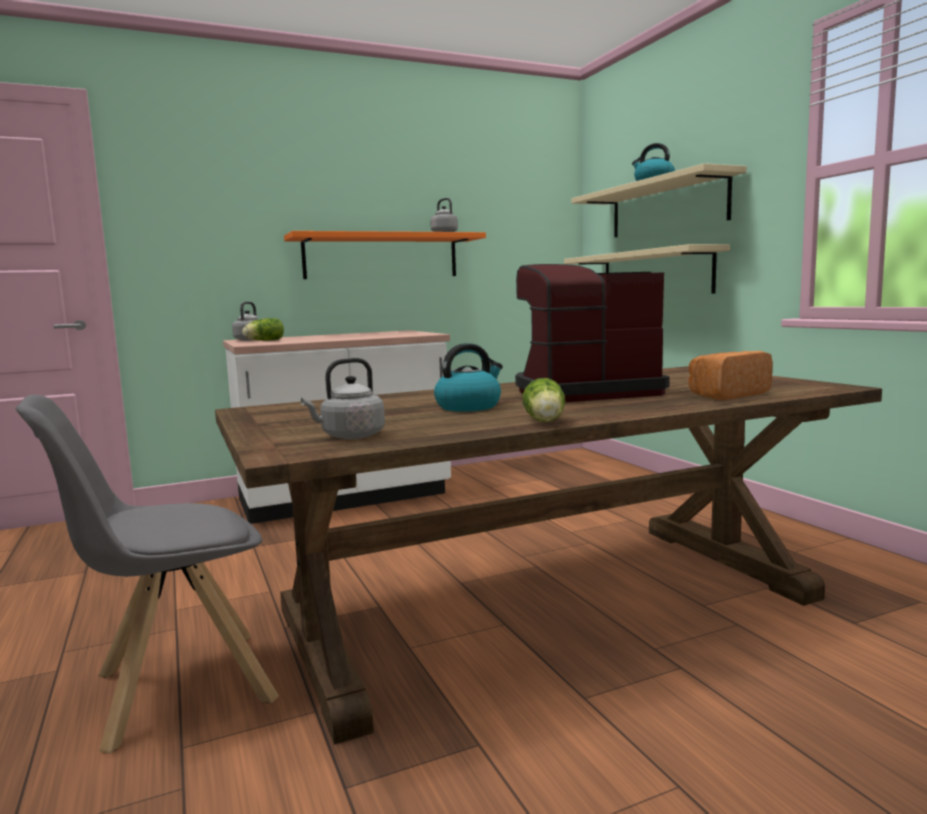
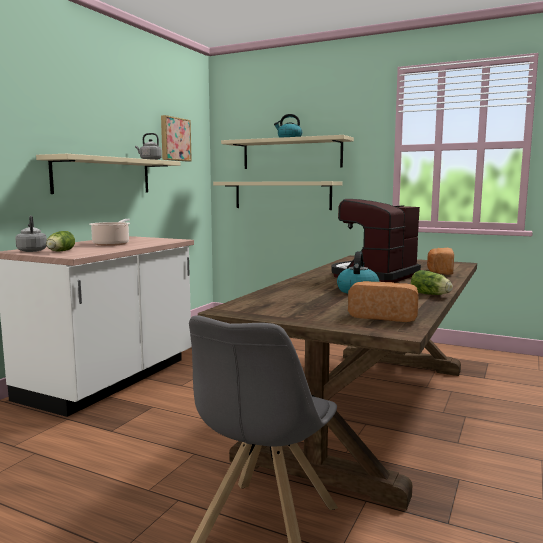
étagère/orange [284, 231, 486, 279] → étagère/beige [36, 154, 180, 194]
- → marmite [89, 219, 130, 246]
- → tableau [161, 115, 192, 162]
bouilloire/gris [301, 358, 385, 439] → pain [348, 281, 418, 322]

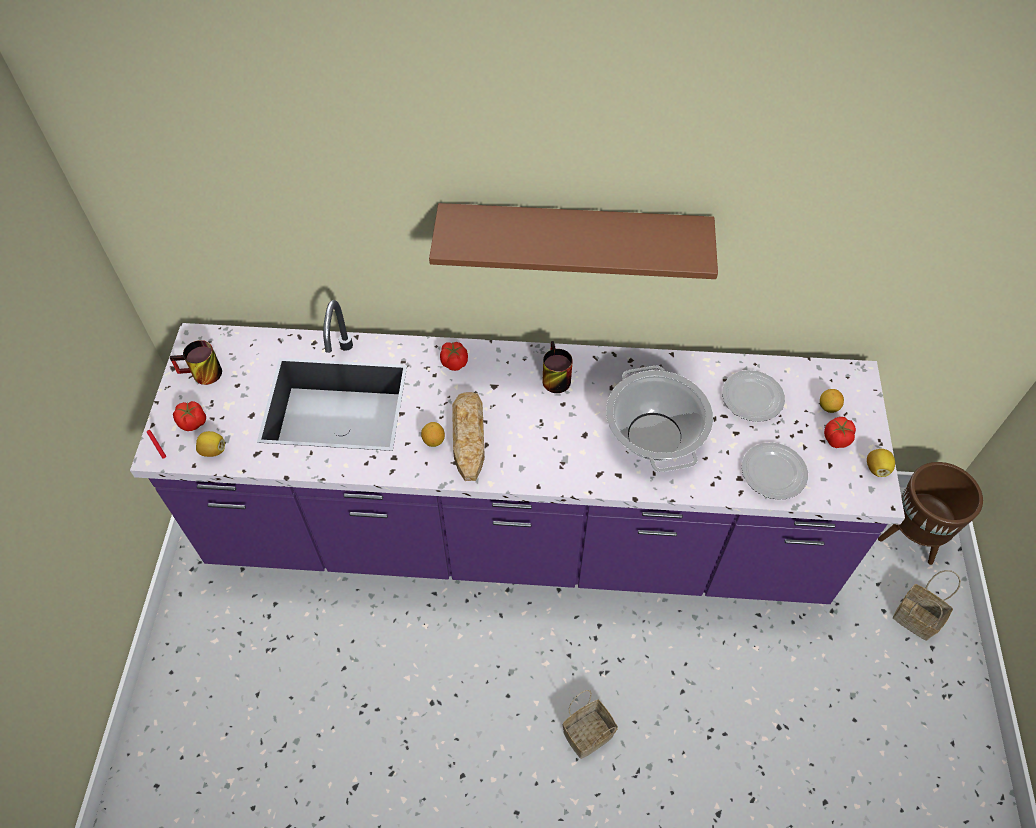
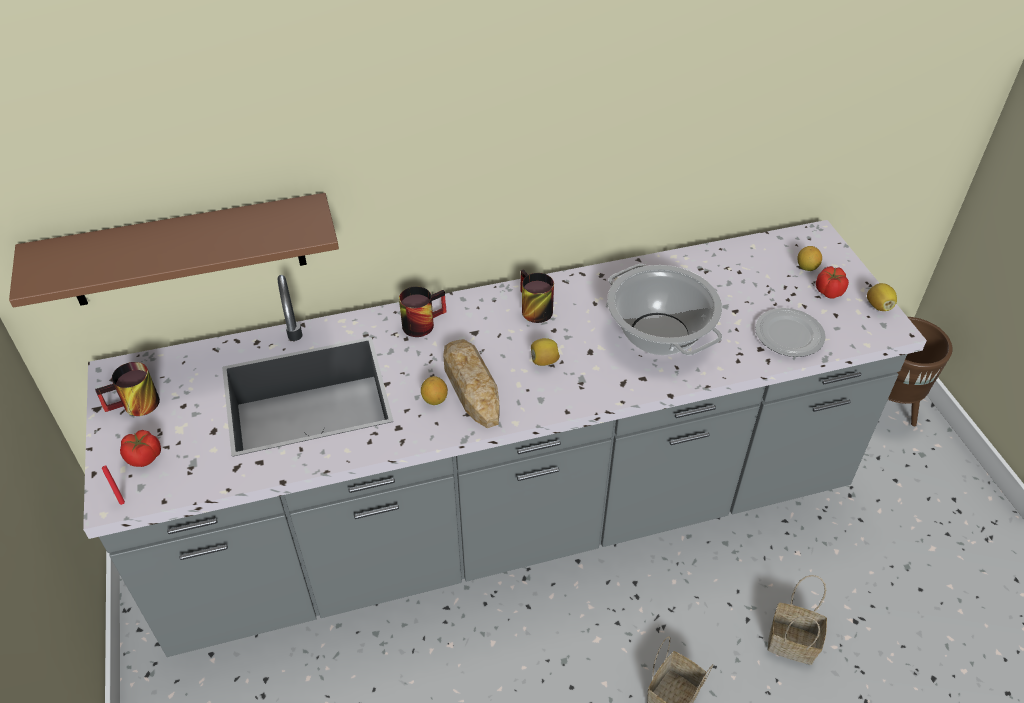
étagère/marron [429, 203, 718, 279] → étagère/marron [9, 193, 339, 308], moved
comptoir de cuisine/violet [130, 300, 905, 604] → comptoir de cuisine/gris [83, 220, 927, 657]
tomate [440, 342, 468, 371] → mug [399, 286, 446, 337]
citron [196, 431, 225, 457] → citron [531, 338, 560, 366], moved
panier [893, 570, 961, 641] → panier [768, 575, 827, 665], moved
assiette [722, 370, 785, 422] → -

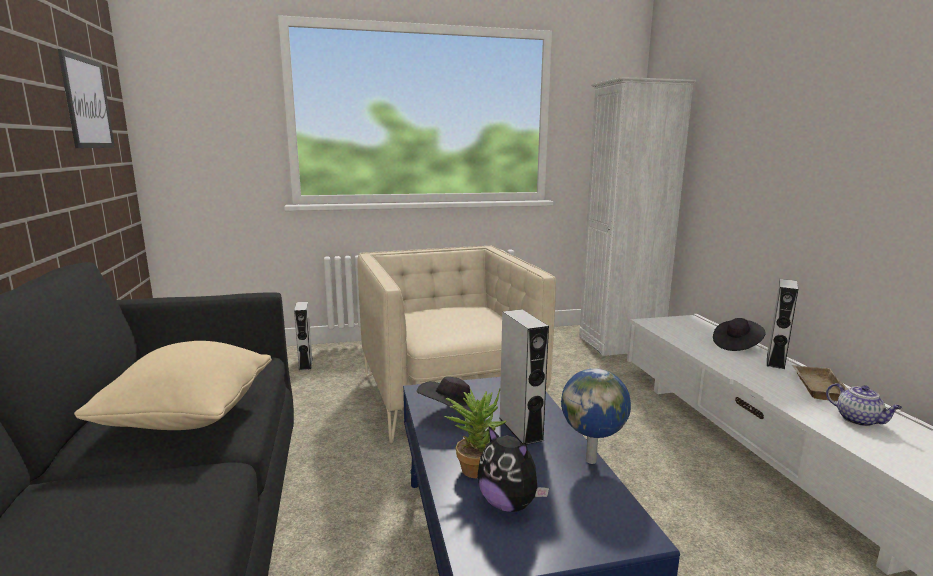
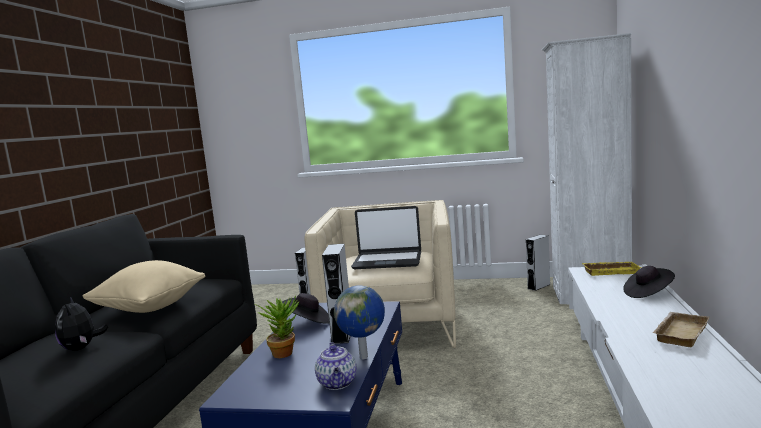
peluche [477, 426, 549, 512] → peluche [55, 297, 108, 351], moved
théière [826, 383, 903, 426] → théière [315, 342, 357, 390], moved
- → ordinateur portable [351, 206, 421, 269]
enceinte/gris [767, 279, 798, 369] → enceinte/gris [526, 235, 550, 291], moved
- → plateau/jaune [582, 262, 641, 276]
tableau [58, 49, 115, 148] → -

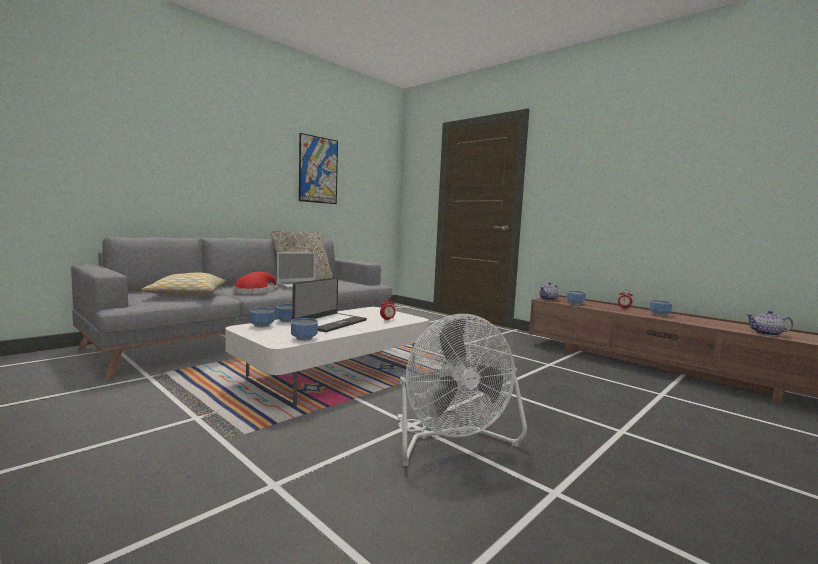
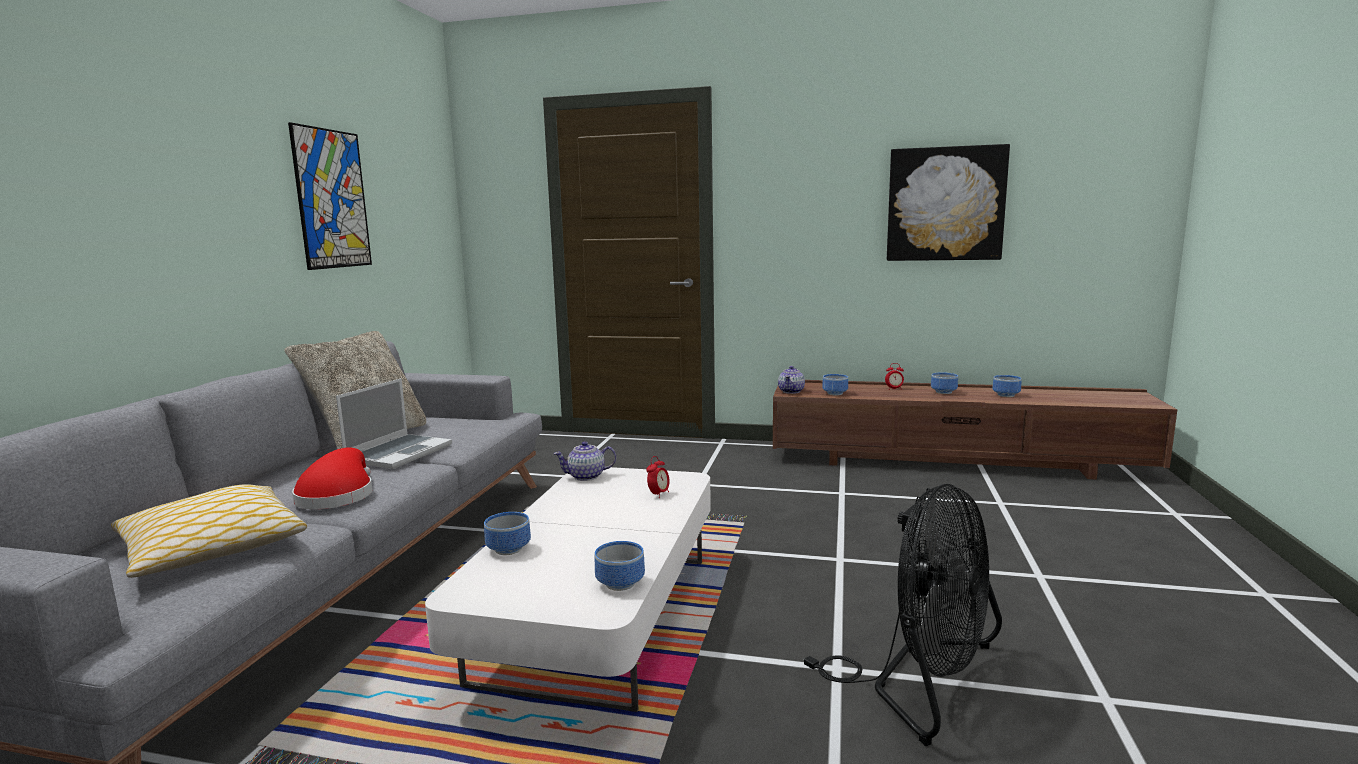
théière [746, 311, 793, 336] → théière [554, 441, 616, 481], moved
ventilateur/blanc [397, 314, 527, 466] → ventilateur/noir [803, 484, 1002, 746]
- → tableau [887, 144, 1010, 261]
bol [249, 307, 274, 328] → bol [992, 375, 1022, 397], moved
ordinateur portable [292, 277, 367, 332] → -

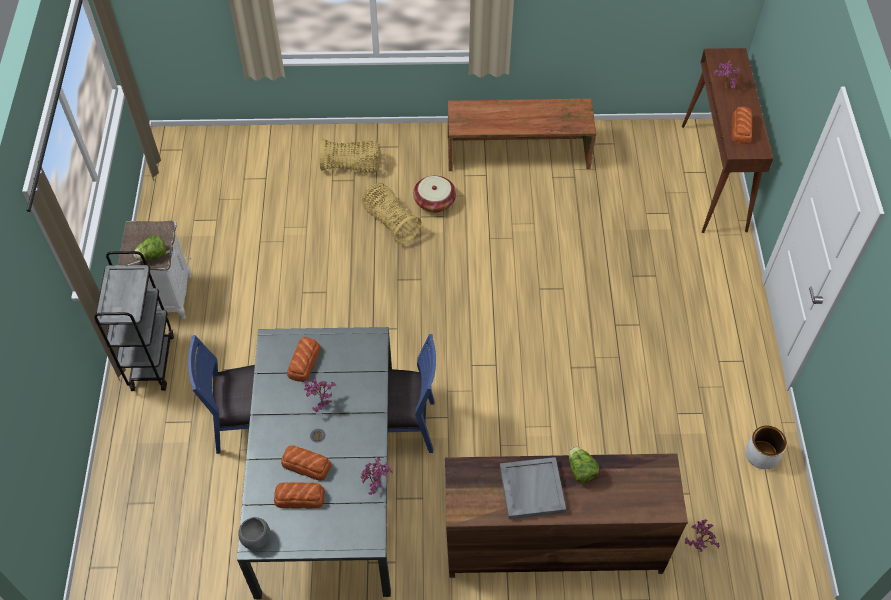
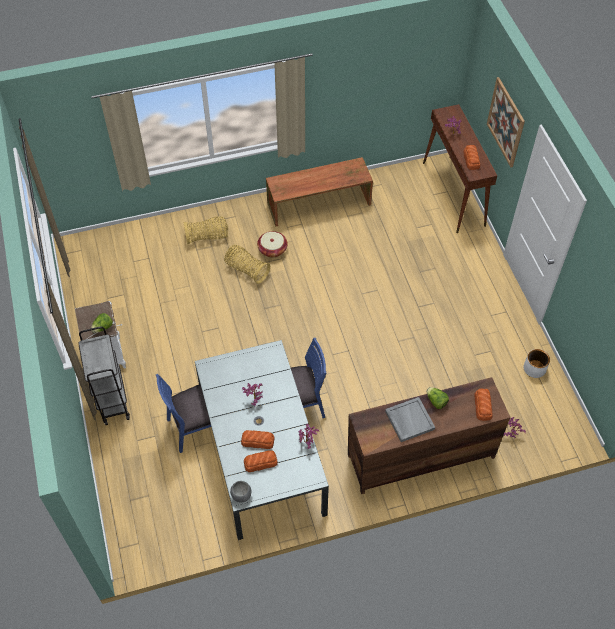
pain [287, 337, 321, 382] → pain [474, 388, 493, 421], moved
- → tableau [487, 77, 525, 167]

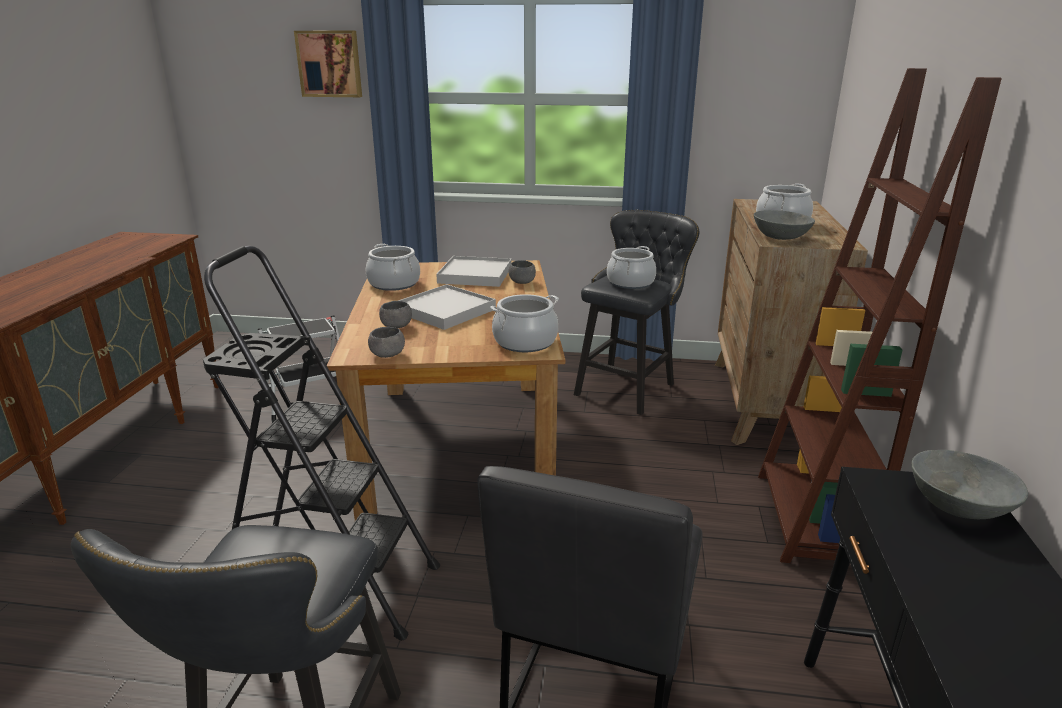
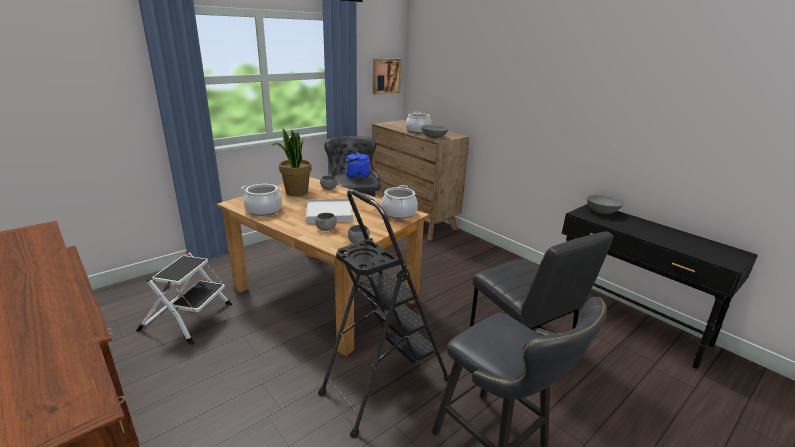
plateau/blanc [436, 256, 511, 287] → plante en pot [273, 129, 312, 196]
marmite [607, 246, 656, 289] → bouilloire/bleu [342, 151, 371, 179]
tableau [294, 31, 362, 97] → tableau [373, 59, 401, 95], moved
bibliothèque/marron [758, 68, 1002, 563] → -

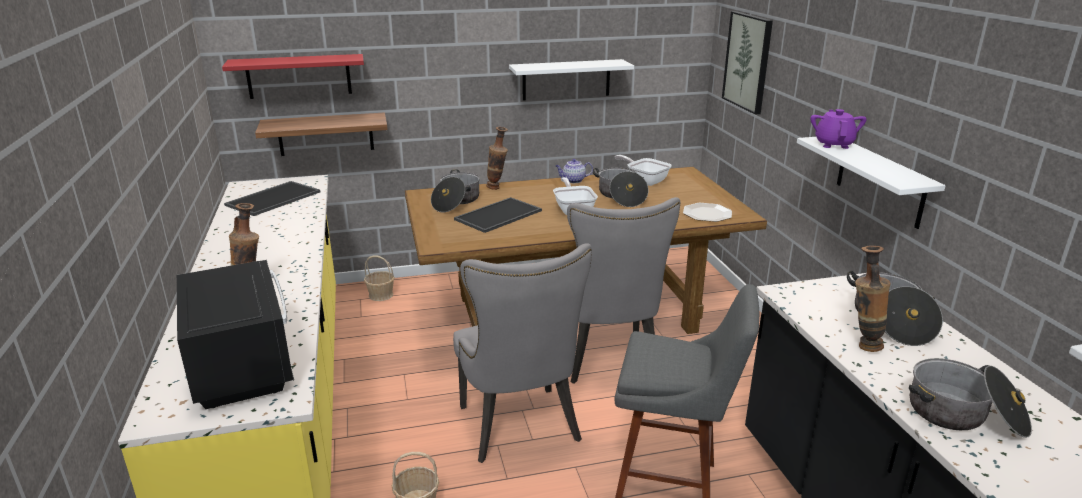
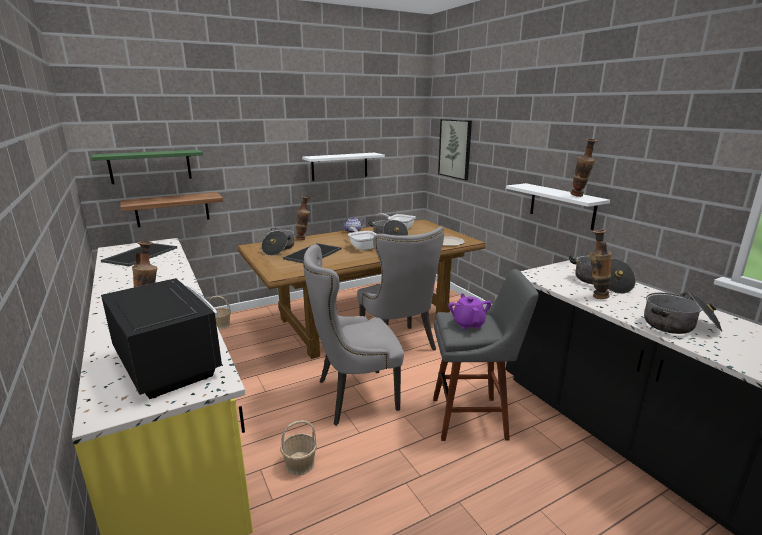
étagère/rouge [222, 54, 364, 99] → étagère/vert [91, 150, 203, 184]
chaise/gris [453, 243, 592, 463] → chaise/gris [303, 244, 404, 426], 105 degrees clockwise
théière/violet [810, 109, 867, 149] → théière/violet [448, 293, 491, 329], moved
- → vase [570, 139, 598, 197]

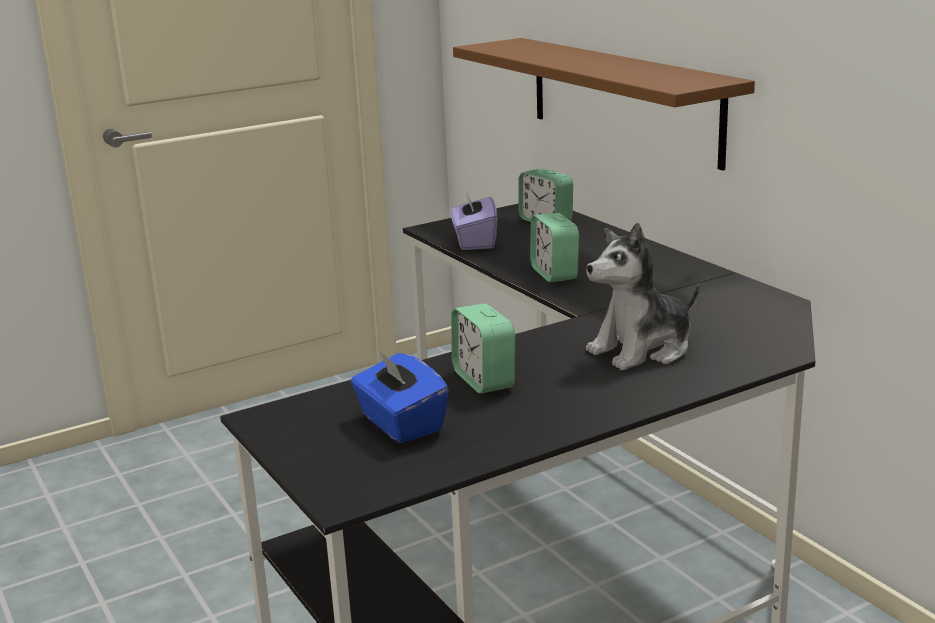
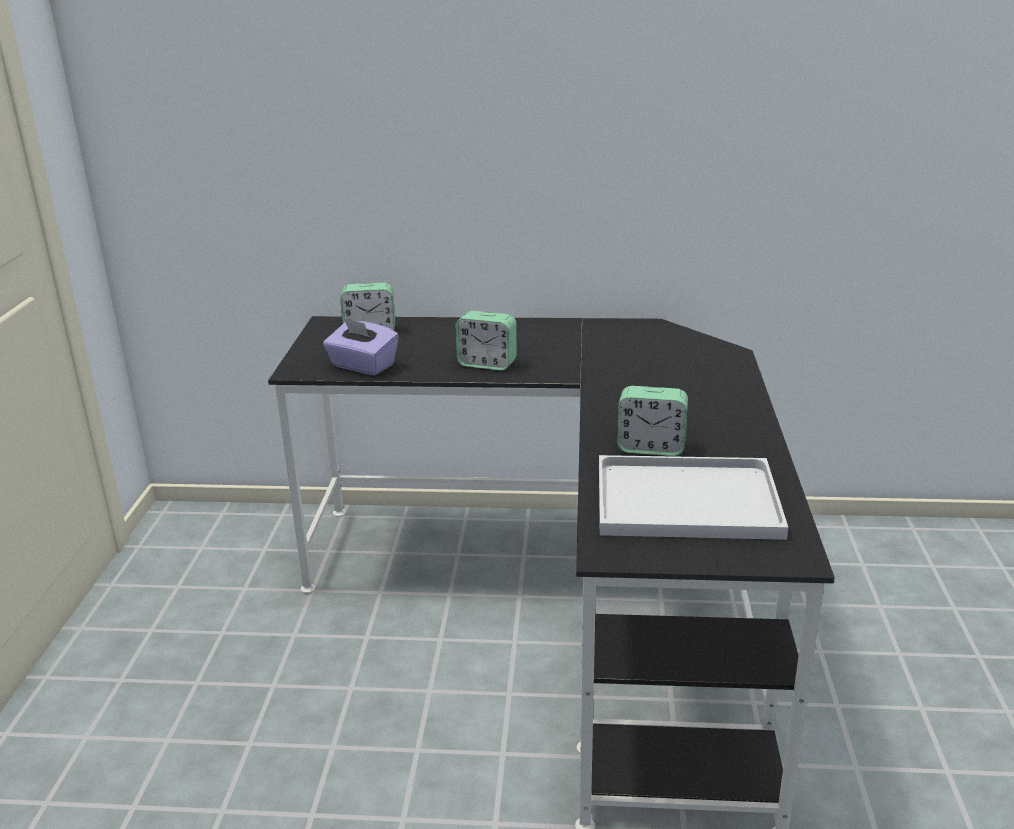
boîte à mouchoirs/bleu [351, 349, 449, 443] → plateau/blanc [599, 455, 788, 540]
étagère/marron [453, 38, 755, 171] → -
peluche [586, 223, 699, 370] → -

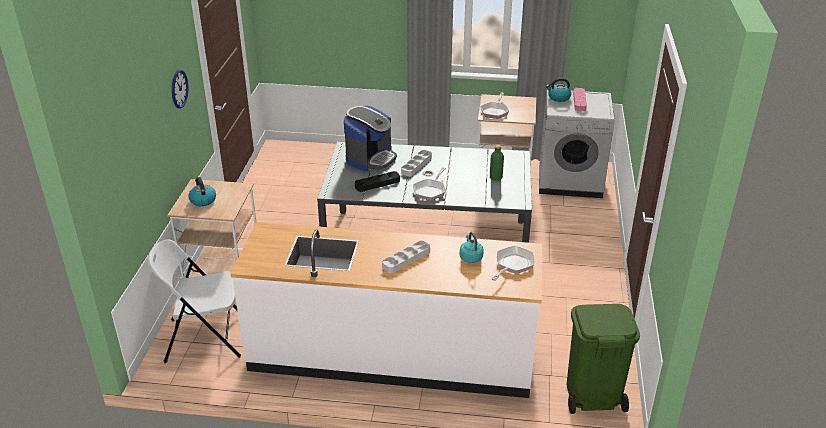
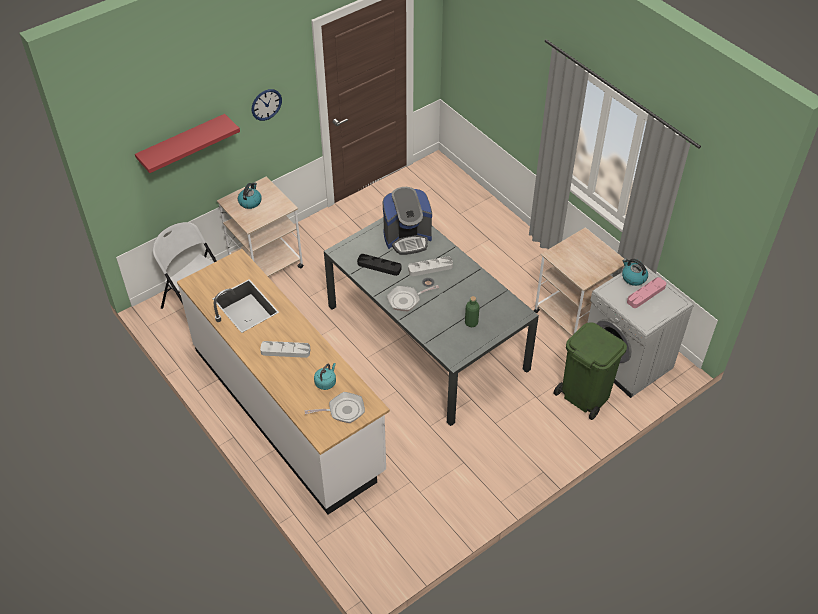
- → étagère/rouge [135, 114, 240, 173]
poubelle/vert [567, 304, 640, 414] → poubelle/vert [554, 322, 627, 420], moved
poêle [480, 93, 509, 119] → -

